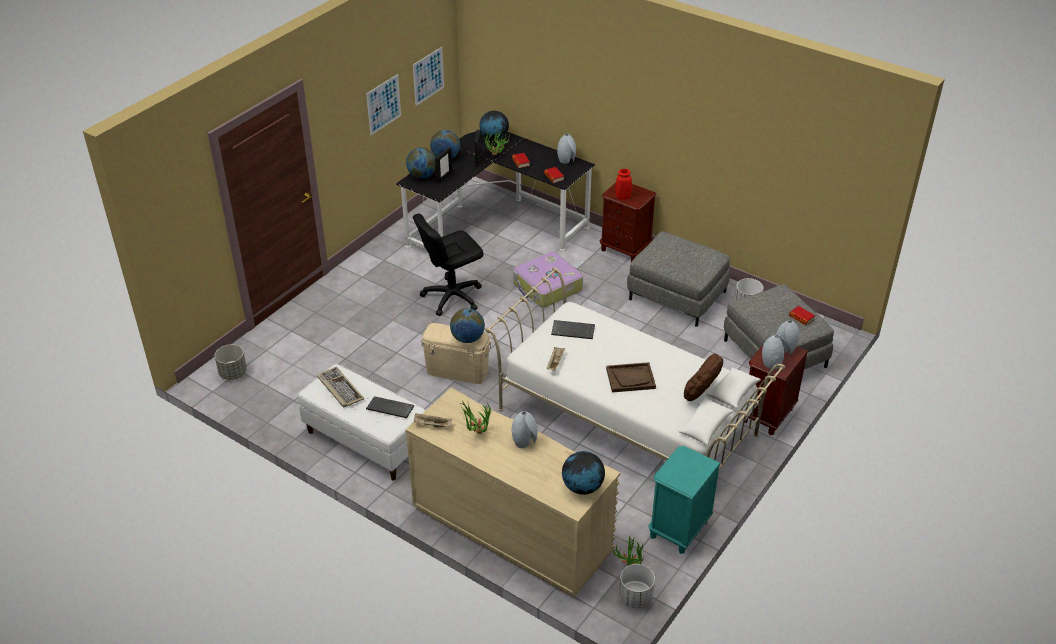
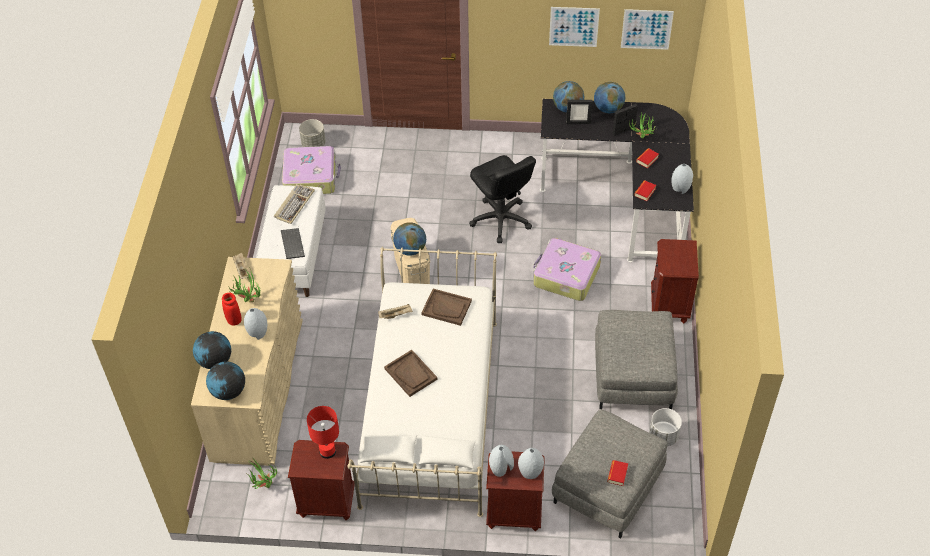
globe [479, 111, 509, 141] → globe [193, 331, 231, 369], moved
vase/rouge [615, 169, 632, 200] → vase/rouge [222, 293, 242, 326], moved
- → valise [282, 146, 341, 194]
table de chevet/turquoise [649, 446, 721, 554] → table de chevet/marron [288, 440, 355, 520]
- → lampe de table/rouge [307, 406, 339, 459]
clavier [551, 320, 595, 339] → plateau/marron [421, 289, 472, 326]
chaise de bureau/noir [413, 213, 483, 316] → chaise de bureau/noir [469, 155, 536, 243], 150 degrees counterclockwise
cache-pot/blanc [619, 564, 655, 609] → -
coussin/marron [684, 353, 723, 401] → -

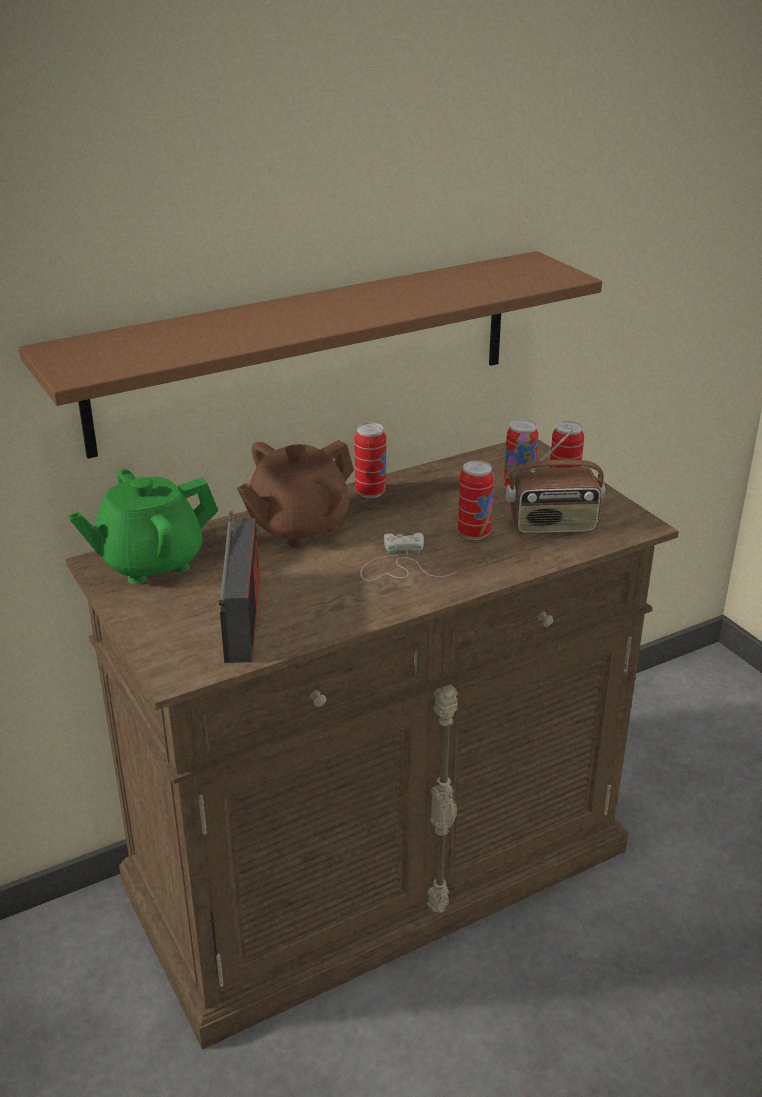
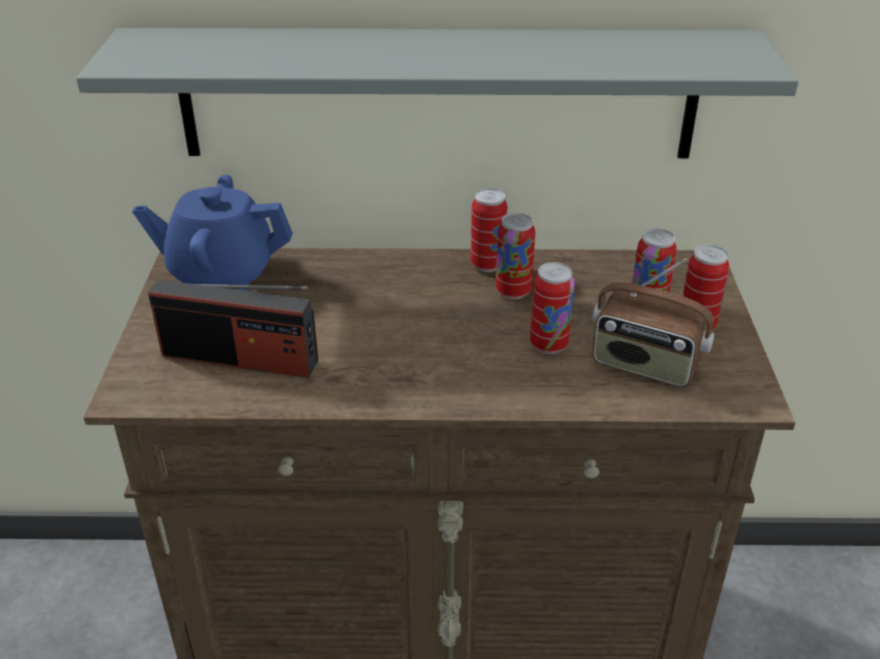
étagère/marron [19, 251, 602, 459] → étagère/gris [77, 28, 799, 158]
théière/vert [68, 469, 218, 584] → théière/bleu [132, 174, 293, 291]
radio [219, 510, 260, 663] → radio [148, 279, 318, 378], 75 degrees clockwise
- → boîte métallique [496, 213, 535, 299]
théière/marron [237, 440, 354, 547] → -
manette/blanc [361, 533, 456, 581] → -

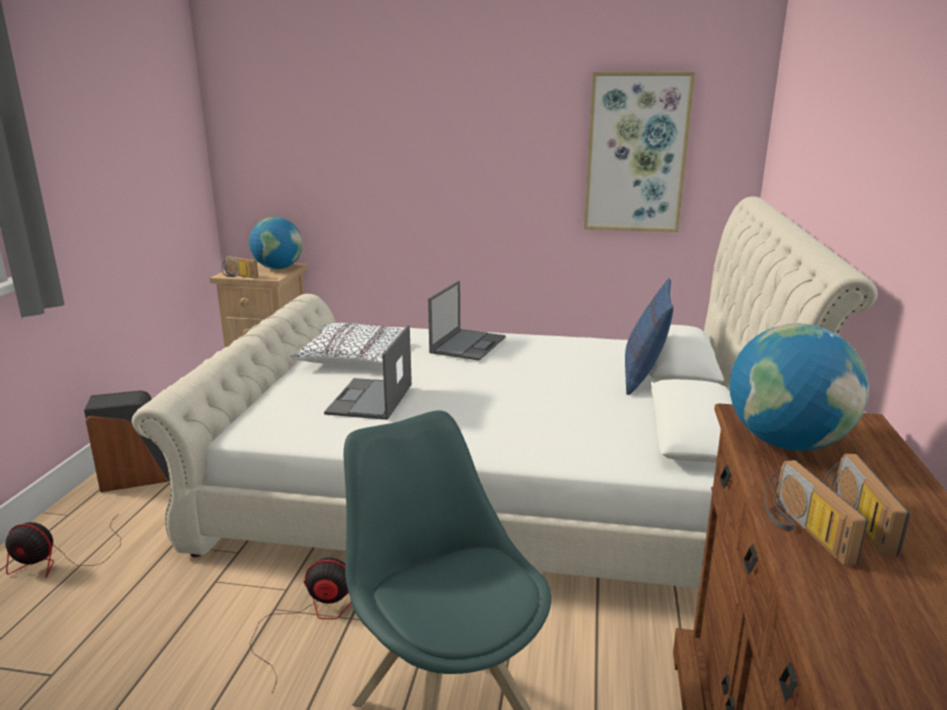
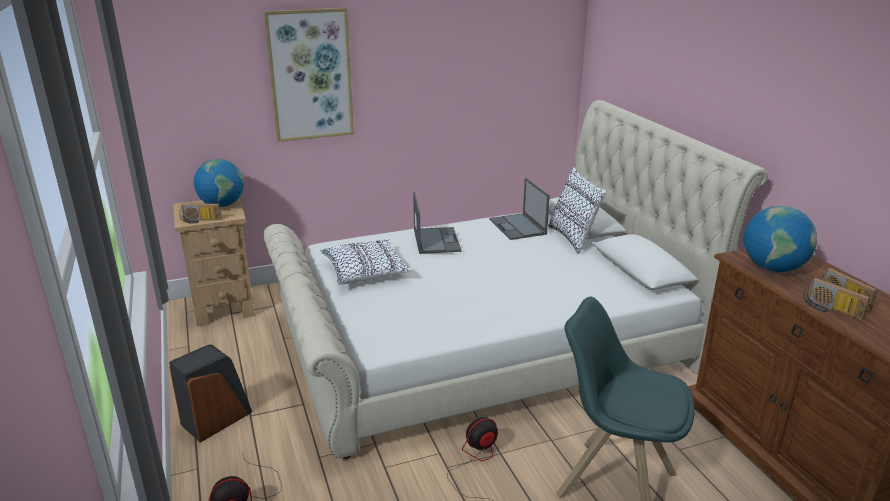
tableau [584, 72, 695, 232] → tableau [264, 8, 354, 142], moved
ordinateur portable [324, 325, 412, 420] → ordinateur portable [489, 178, 550, 240], moved
coussin/bleu [625, 278, 673, 395] → coussin/blanc [548, 167, 606, 254]

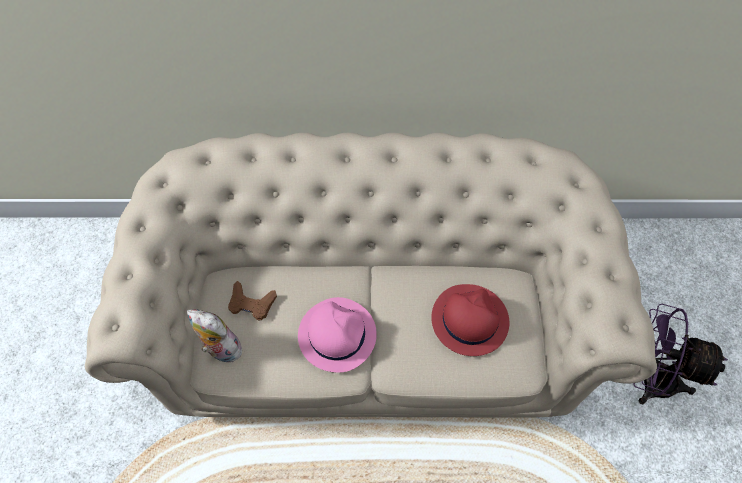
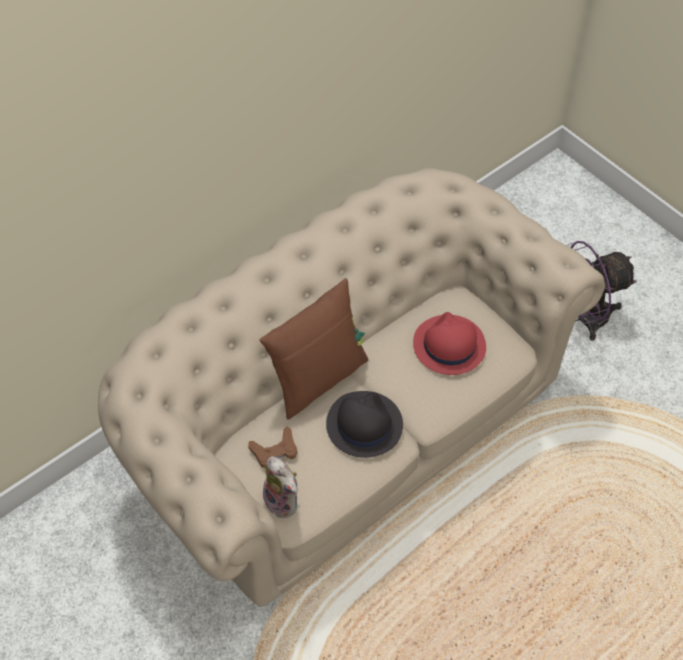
- → coussin/marron [259, 278, 368, 420]
peluche [187, 309, 244, 364] → peluche [260, 456, 298, 518], 120 degrees counterclockwise
chapeau/rose [298, 297, 377, 373] → chapeau/noir [326, 391, 403, 458]

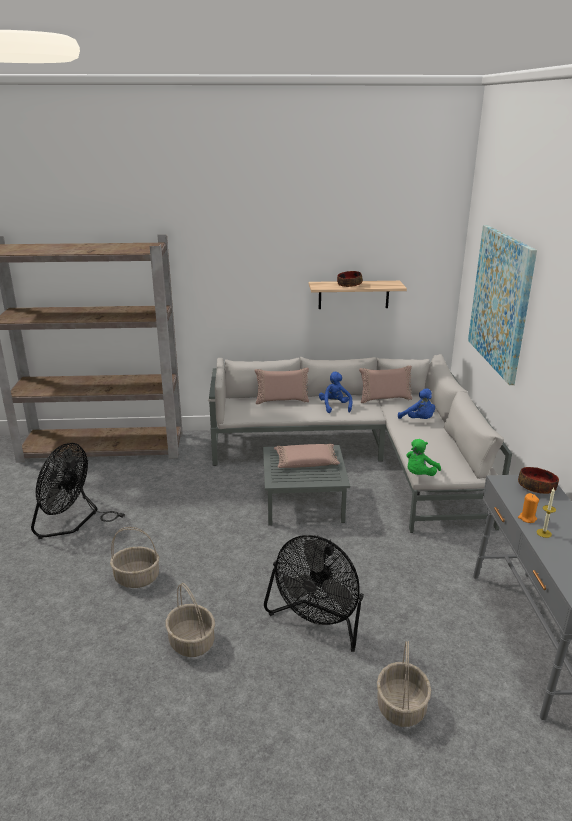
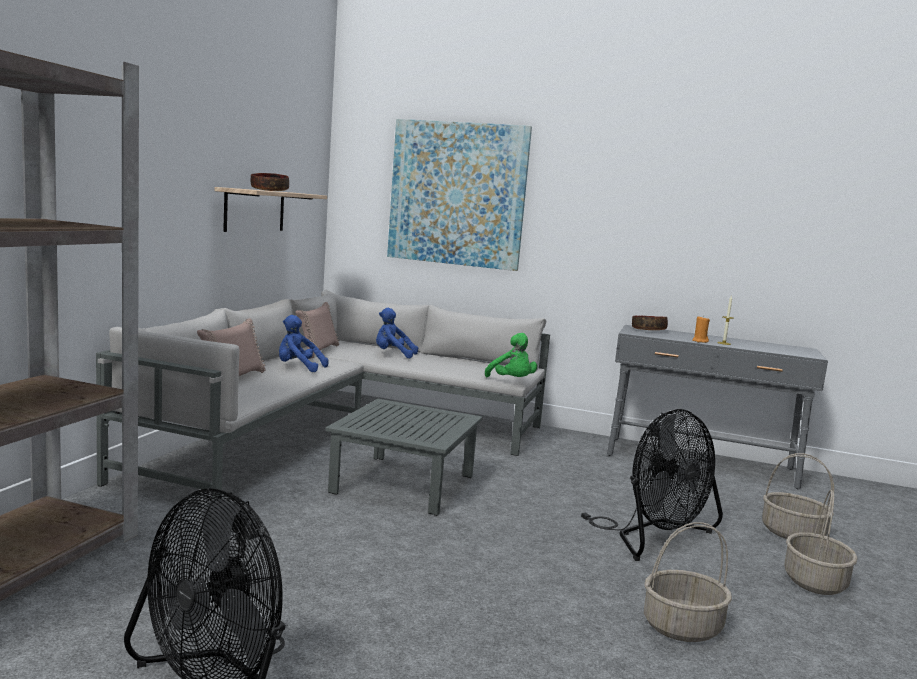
peluche/bleu [398, 388, 435, 419] → peluche/bleu [376, 308, 418, 358], 150 degrees counterclockwise
panier [110, 527, 159, 588] → panier [784, 490, 858, 595], moved
coussin/beige [274, 443, 340, 468] → -

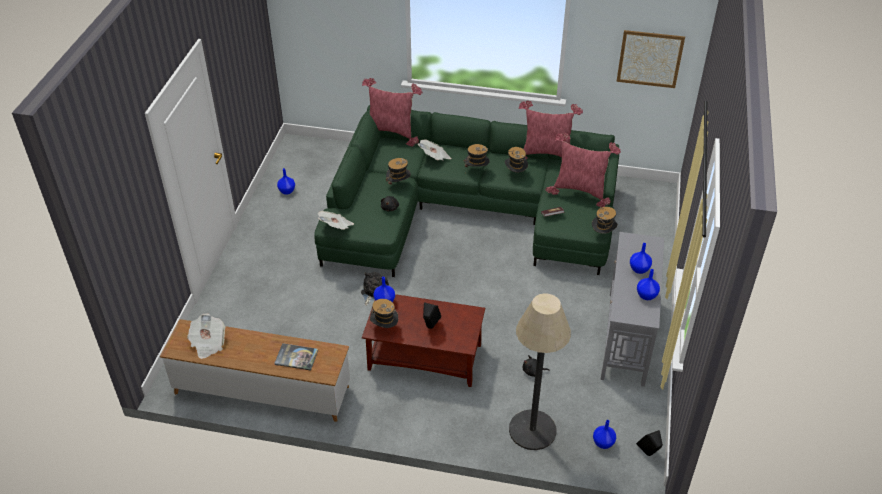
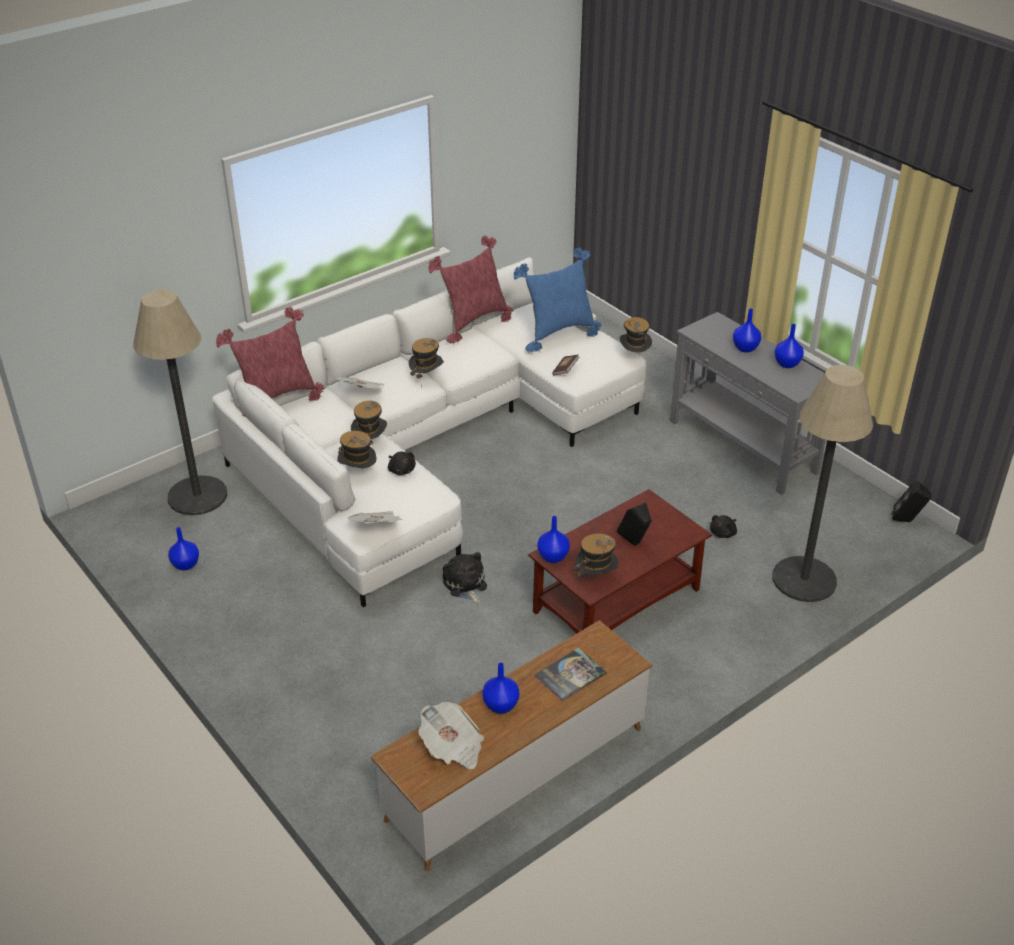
- → lampadaire [133, 289, 227, 515]
canapé/vert [314, 105, 619, 277] → canapé/blanc [212, 257, 646, 607]
chapeau [505, 147, 528, 173] → chapeau [337, 431, 376, 468], moved
vase/bleu [593, 420, 616, 449] → vase/bleu [482, 662, 519, 714], moved
coussin/rouge [545, 133, 621, 207] → coussin/bleu [513, 247, 602, 352]
tableau [616, 30, 685, 88] → -

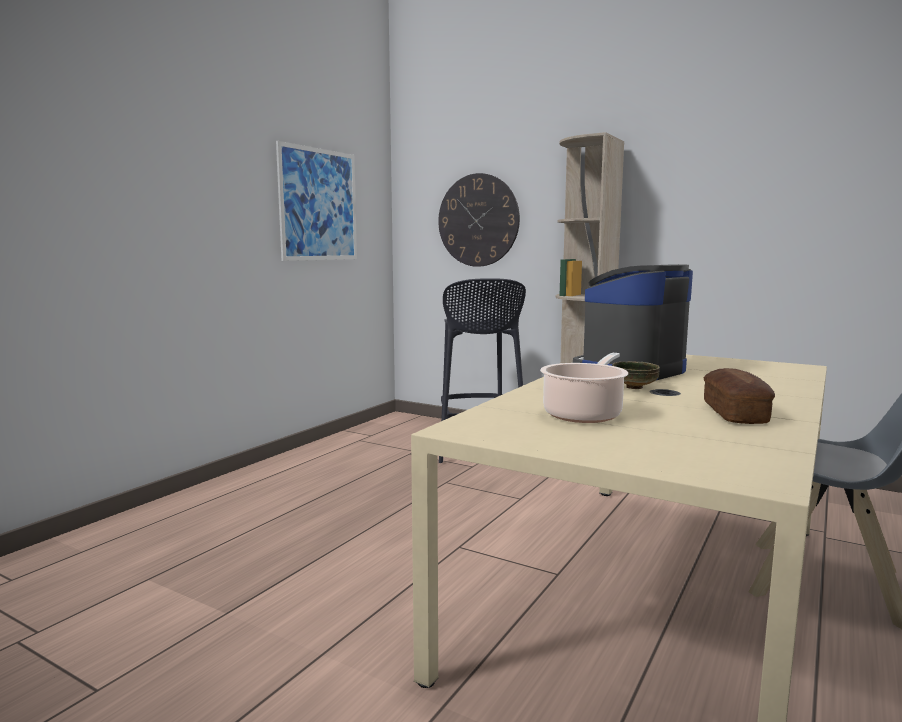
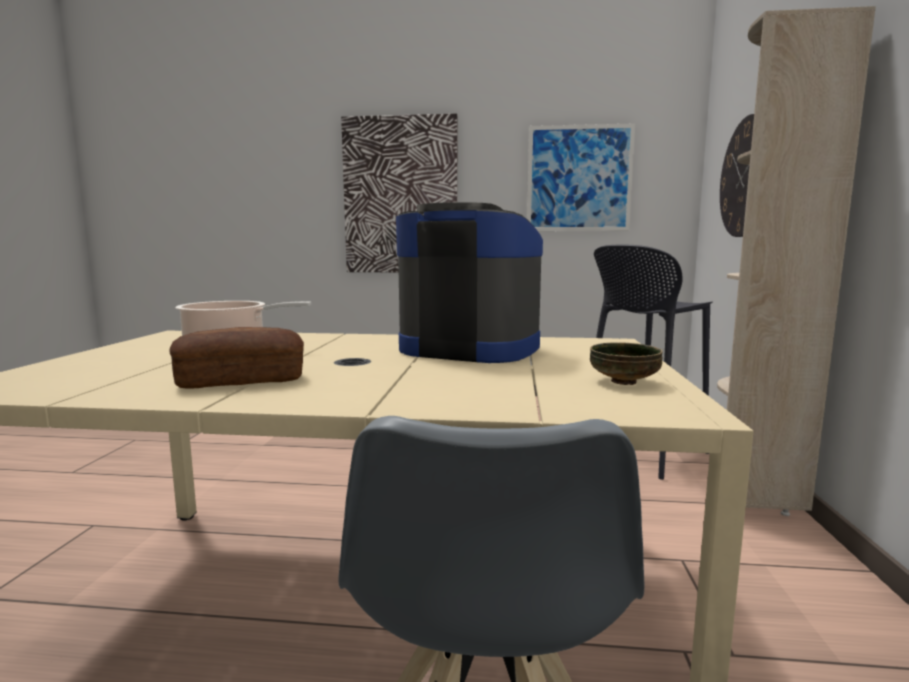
- → tableau [341, 114, 457, 272]
bol [612, 361, 660, 389] → bol [590, 342, 662, 385], moved

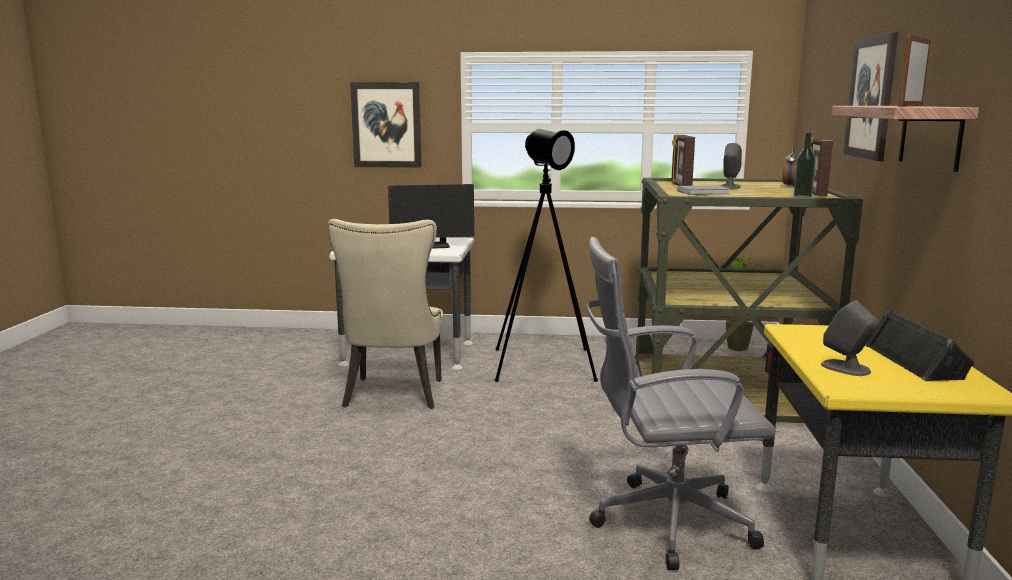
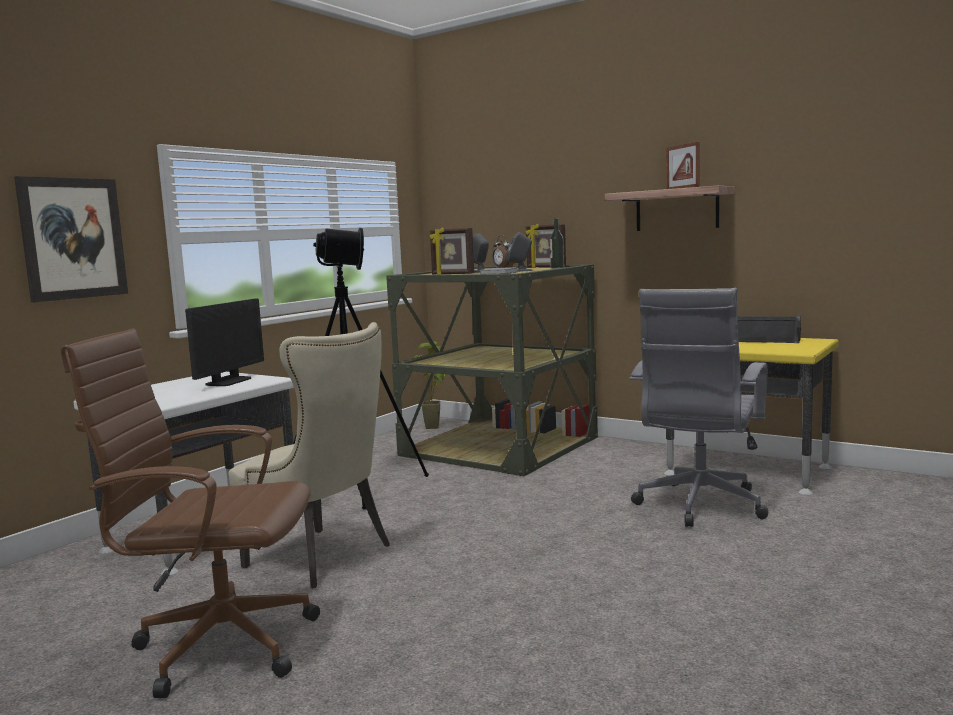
- → chaise de bureau/marron [61, 329, 320, 698]
enceinte/gris [821, 300, 878, 376] → enceinte/gris [506, 232, 532, 272], moved
tableau [843, 32, 898, 161] → -

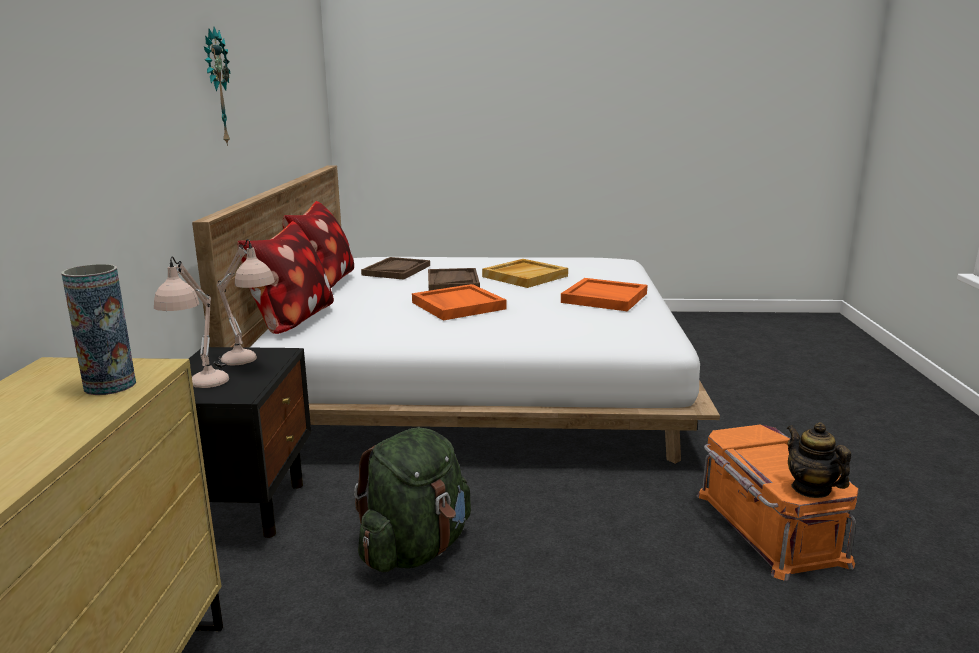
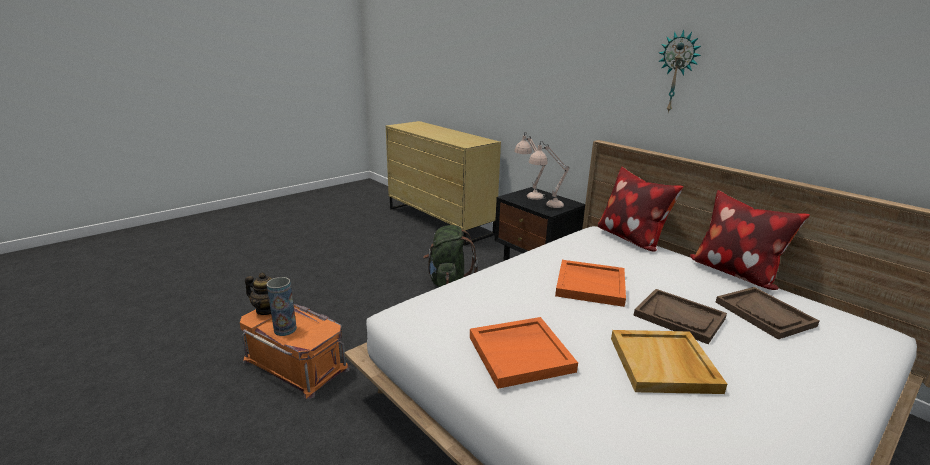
vase [61, 264, 136, 395] → vase [267, 277, 297, 336], moved

